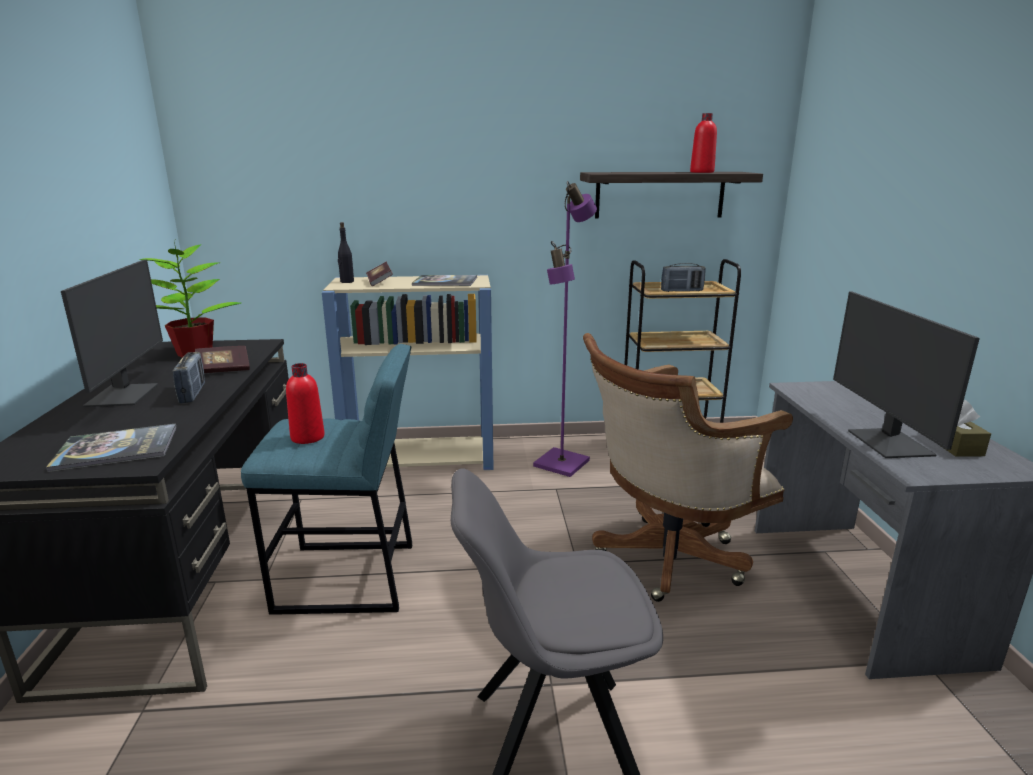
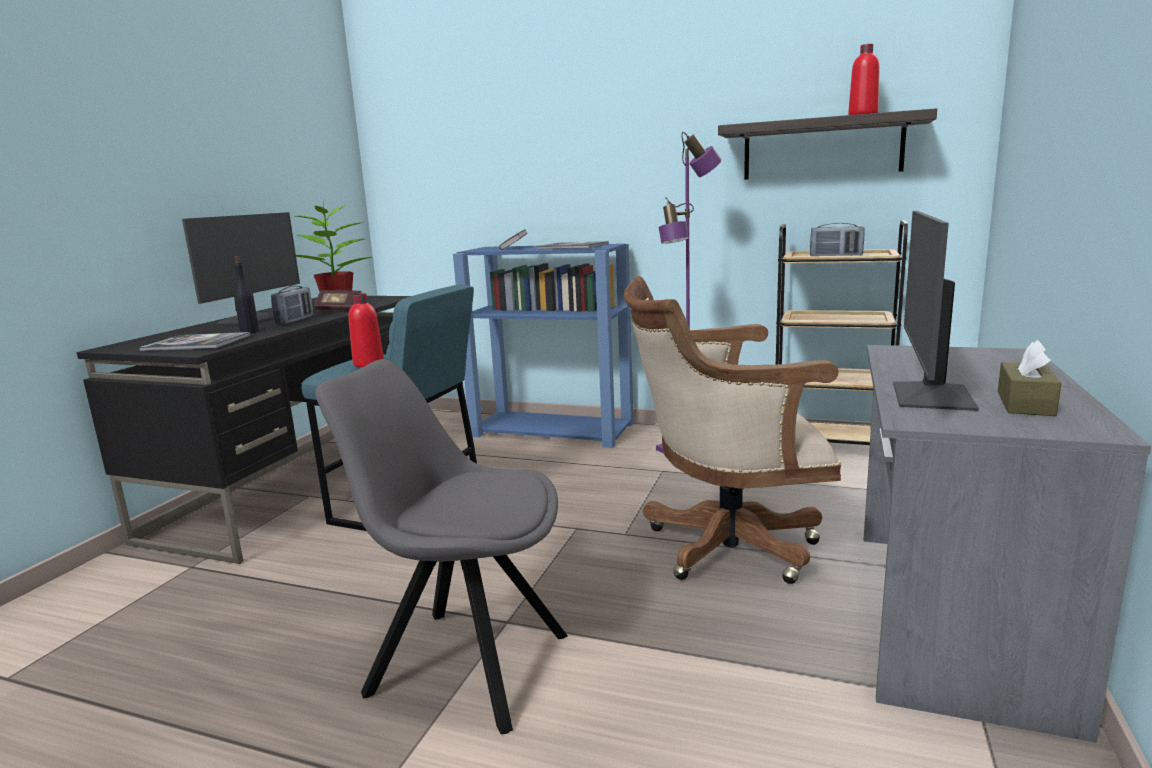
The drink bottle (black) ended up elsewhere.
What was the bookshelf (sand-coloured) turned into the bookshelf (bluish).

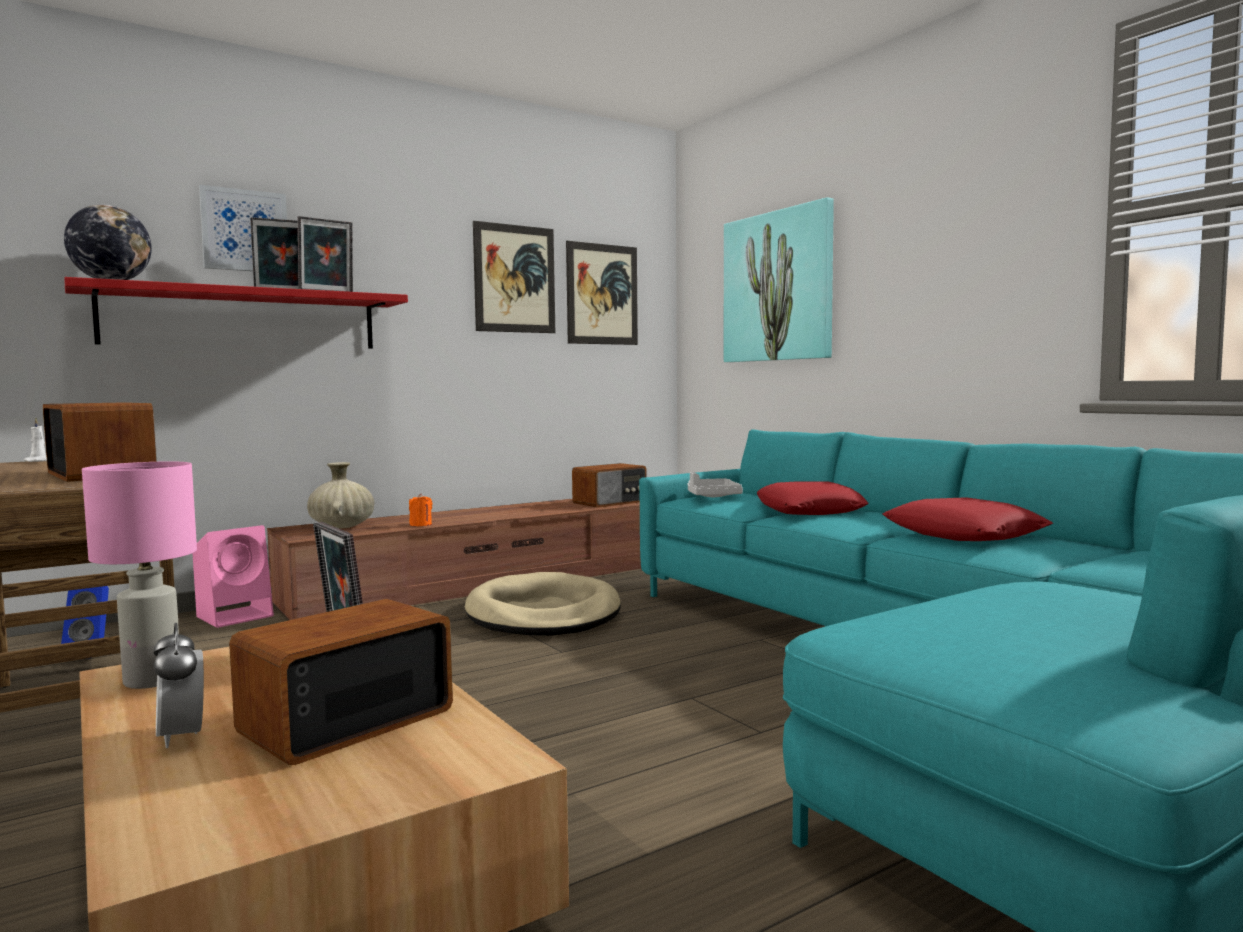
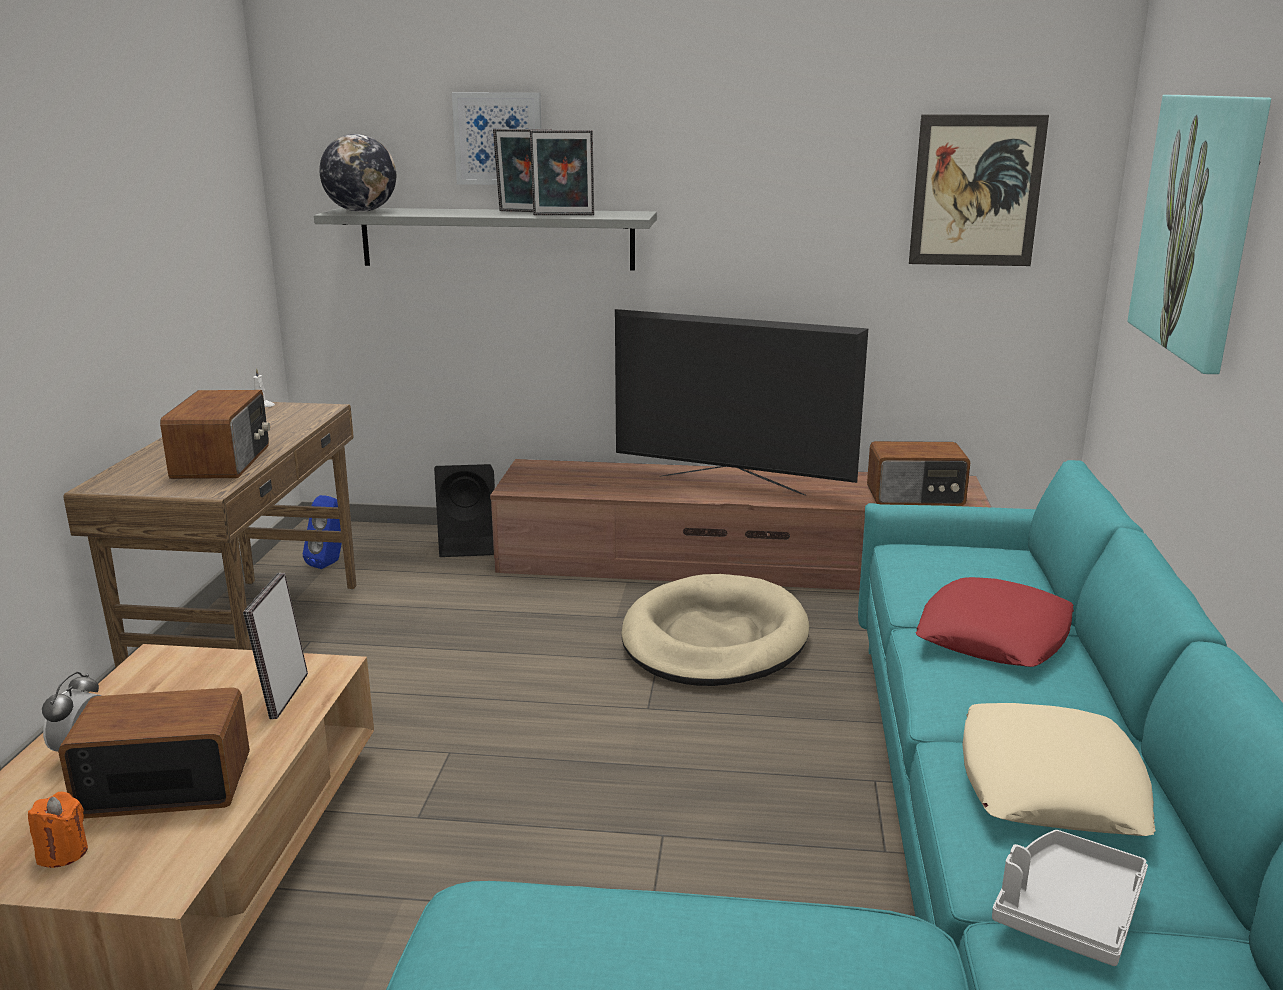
The candle (orange-coloured) ended up elsewhere.
What was the shelf (reddish) turned into the shelf (gray).
What was the speaker (pink-coloured) turned into the speaker (black).
The second view gained the TV.
What was the pillow (reddish) (no. 2 from left) turned into the pillow (sand-coloured).
The serving tray (gray) ended up elsewhere.
The second view lost the table lamp (pink-coloured).
The second view lost the vase (sand-coloured).
The second view lost the picture (no. 2 from left).

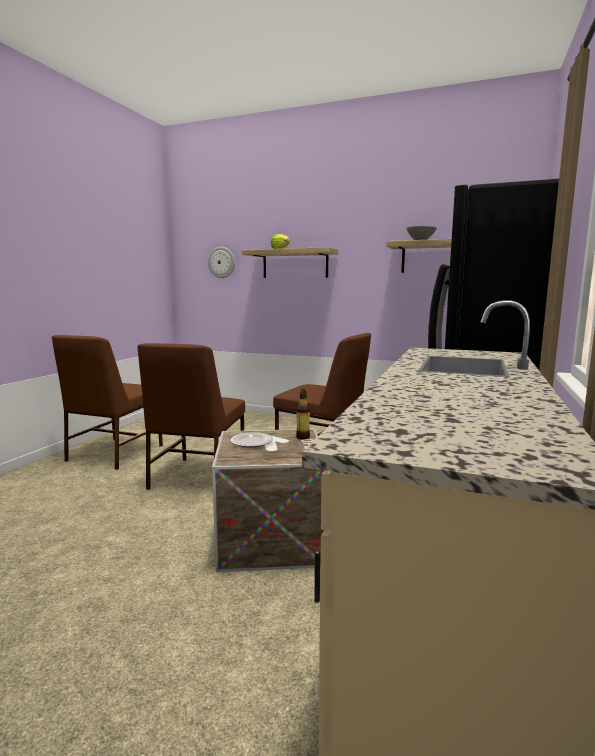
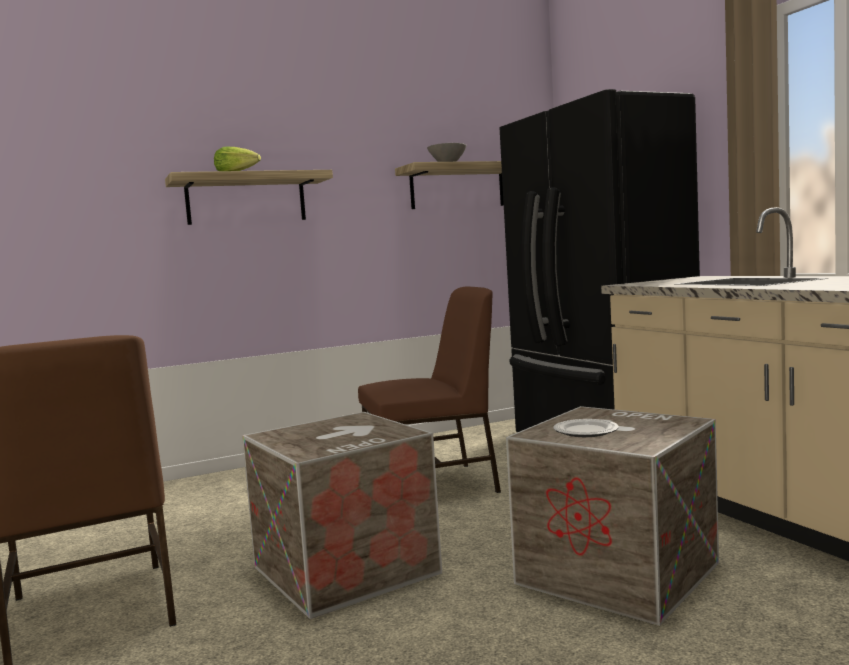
Where the upright chair (brown-coloured) (no. 2 from left) stood, the crate (no. 1 from left) came to stand.
The second view lost the wall clock.
The second view lost the drink bottle.

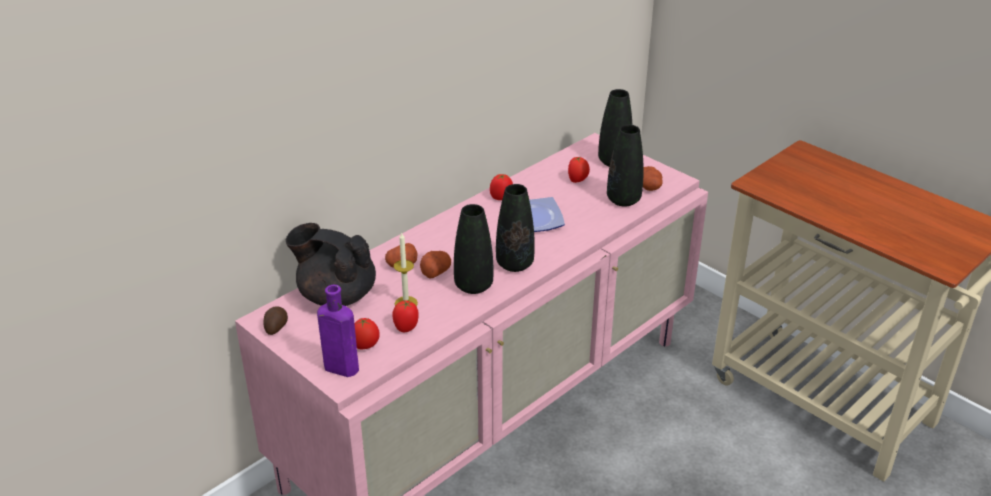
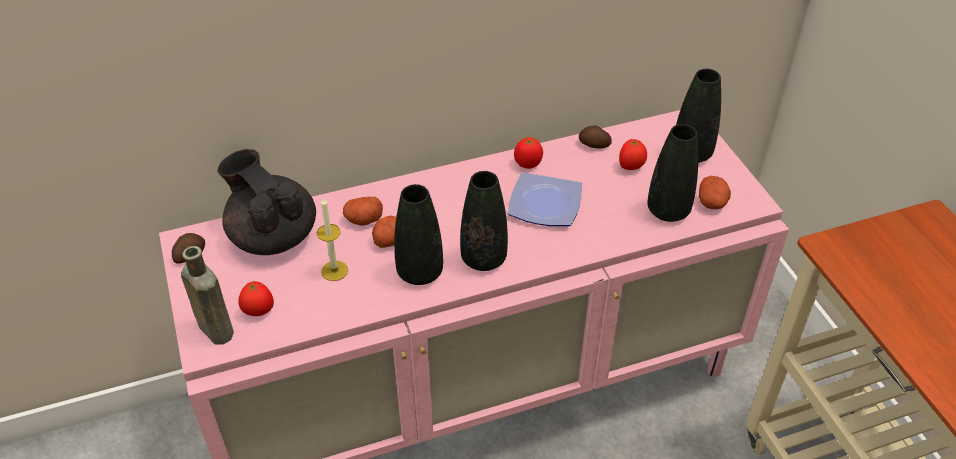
What was the drink bottle (purple) turned into the drink bottle (brown-coloured).
The second view gained the potato (no. 4 from left).
The second view lost the tomato (no. 2 from left).

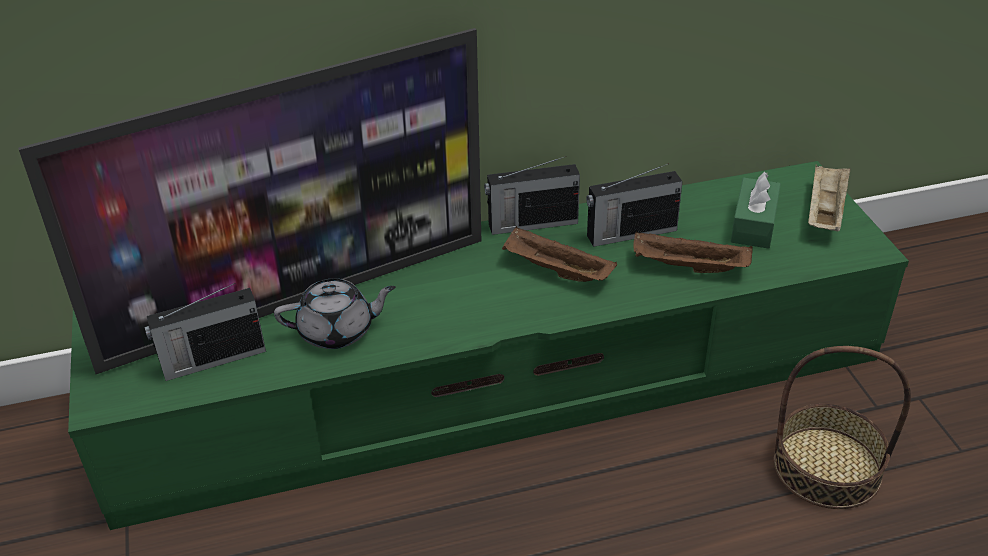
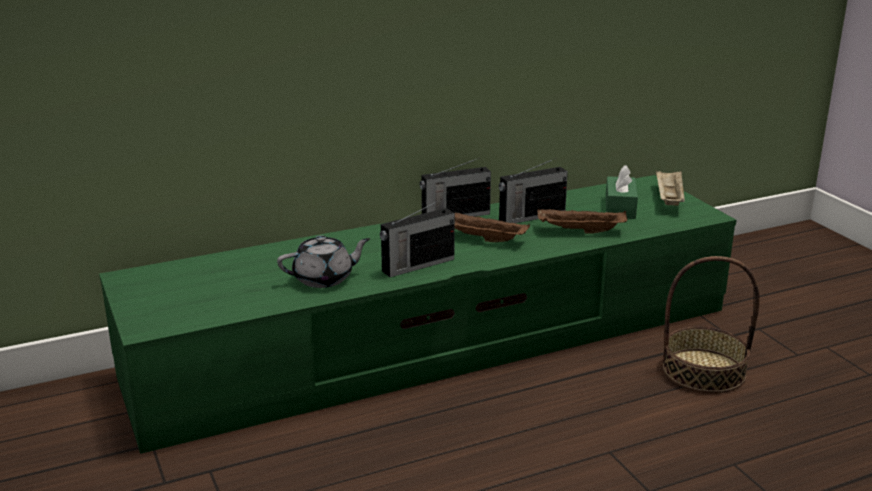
The radio (no. 1 from left) ended up elsewhere.
The second view lost the TV.

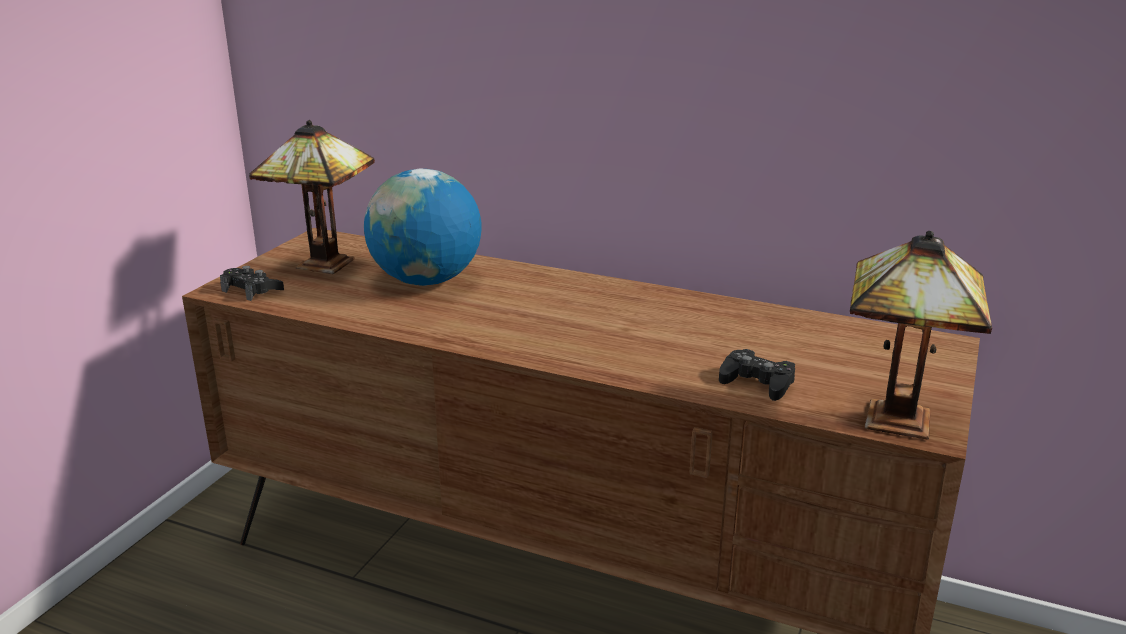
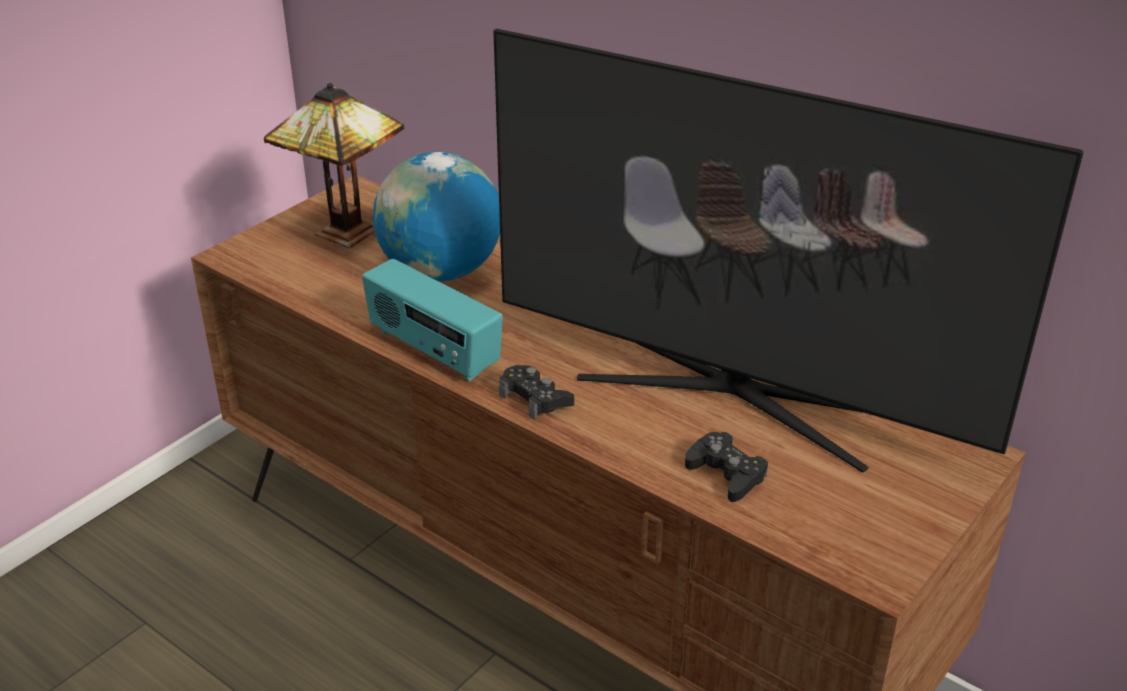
The second view gained the radio.
The second view gained the TV.
The game controller (black) (no. 1 from left) ended up elsewhere.
The second view lost the table lamp (no. 2 from left).

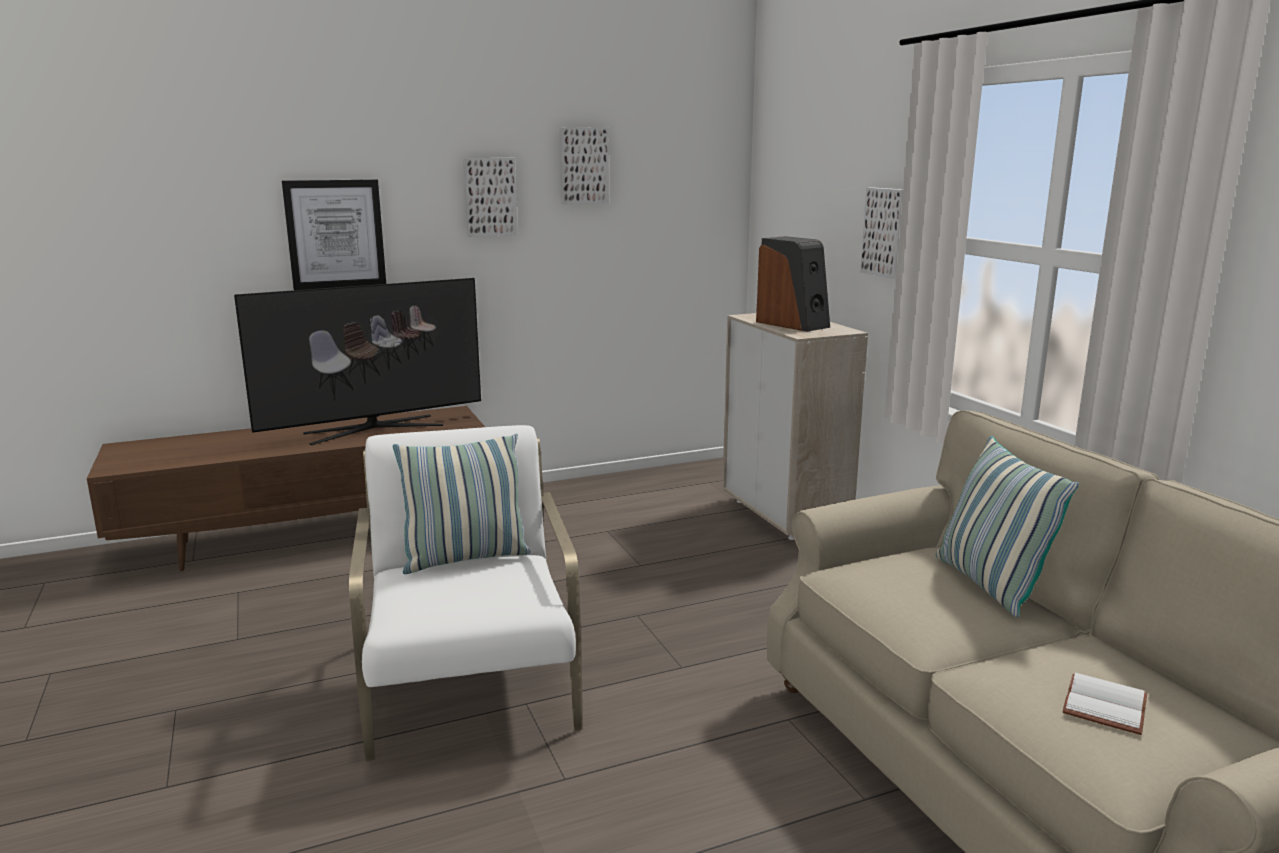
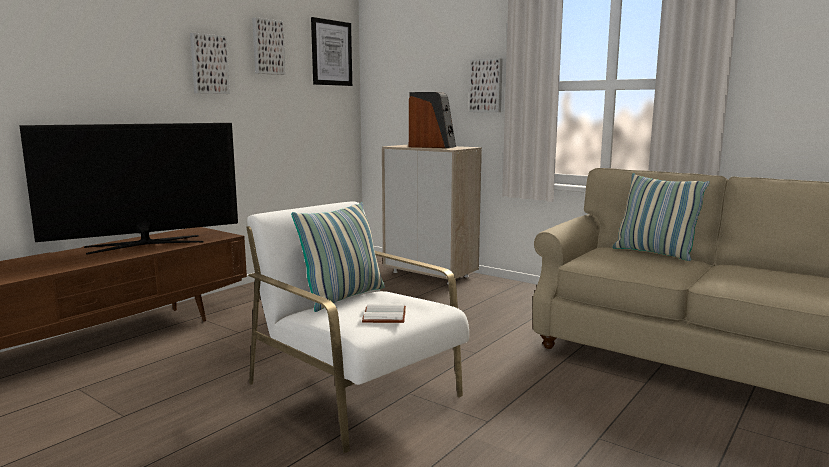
The TV ended up facing another way, 150 degrees counterclockwise from before.
The picture (no. 1 from left in the first image) ended up elsewhere.
The volume (whitish) ended up elsewhere.

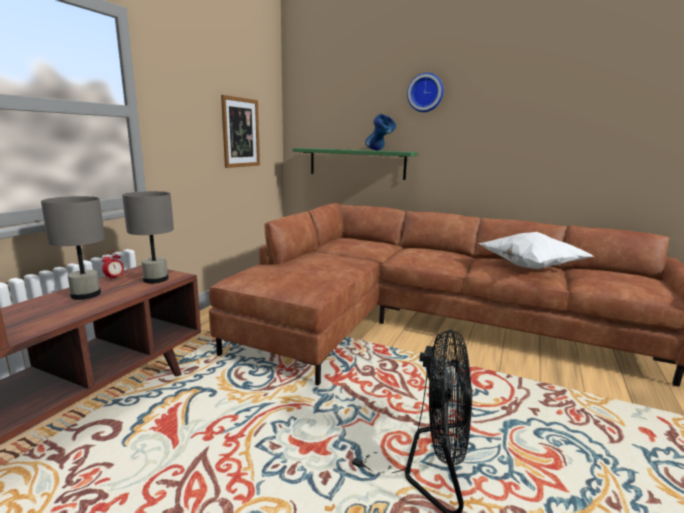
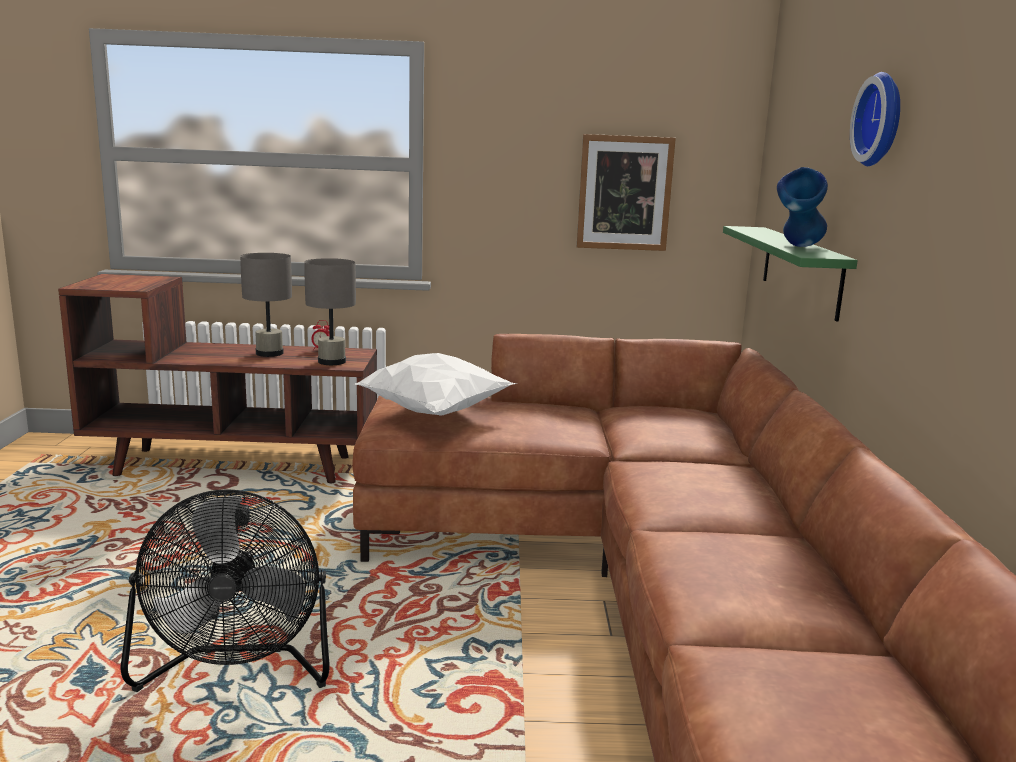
The pillow (whitish) ended up elsewhere.

